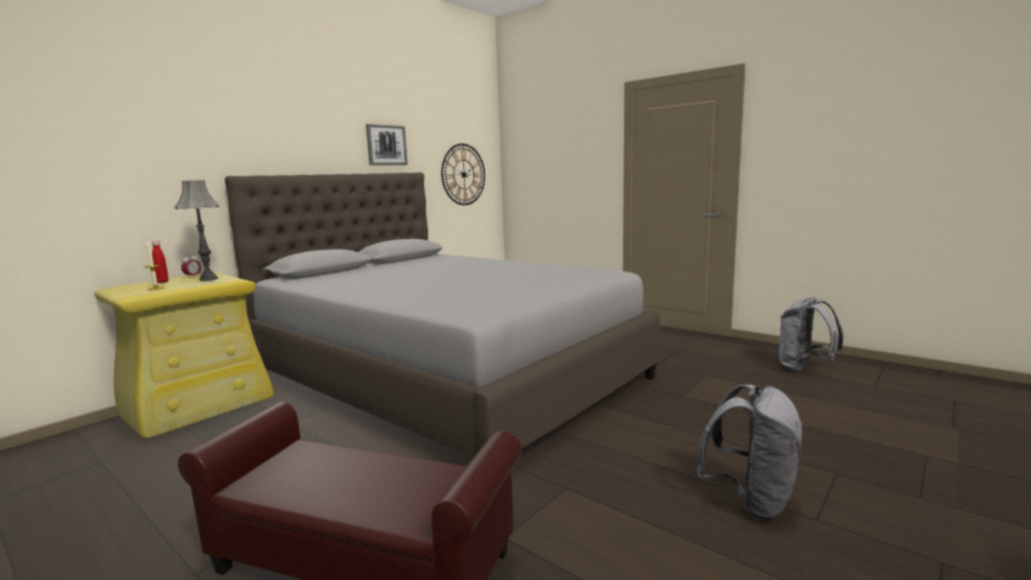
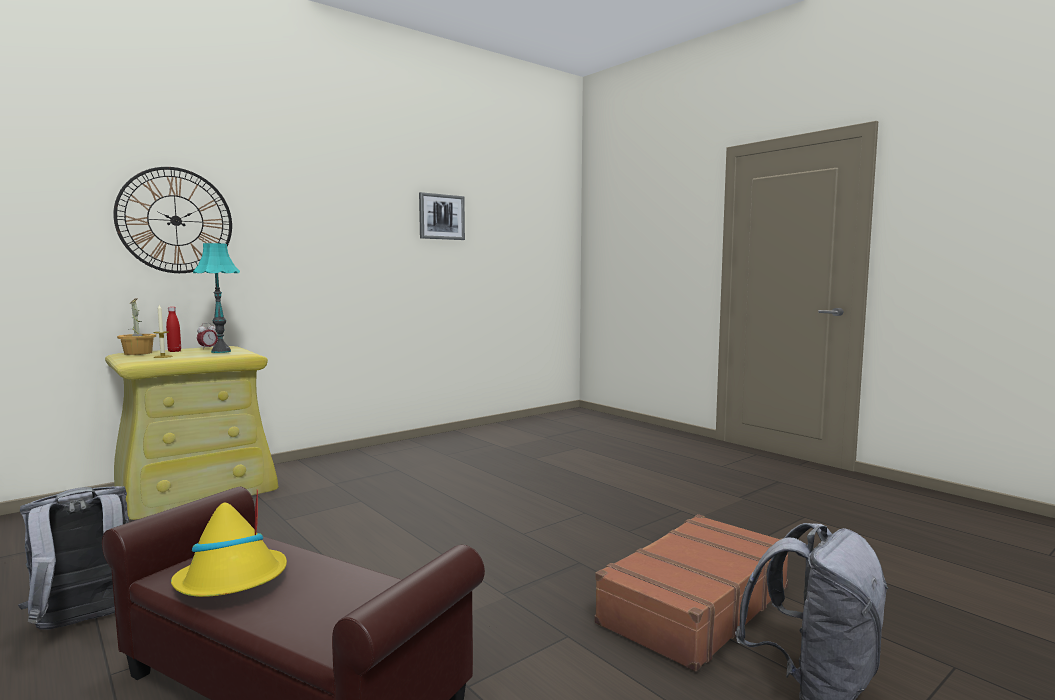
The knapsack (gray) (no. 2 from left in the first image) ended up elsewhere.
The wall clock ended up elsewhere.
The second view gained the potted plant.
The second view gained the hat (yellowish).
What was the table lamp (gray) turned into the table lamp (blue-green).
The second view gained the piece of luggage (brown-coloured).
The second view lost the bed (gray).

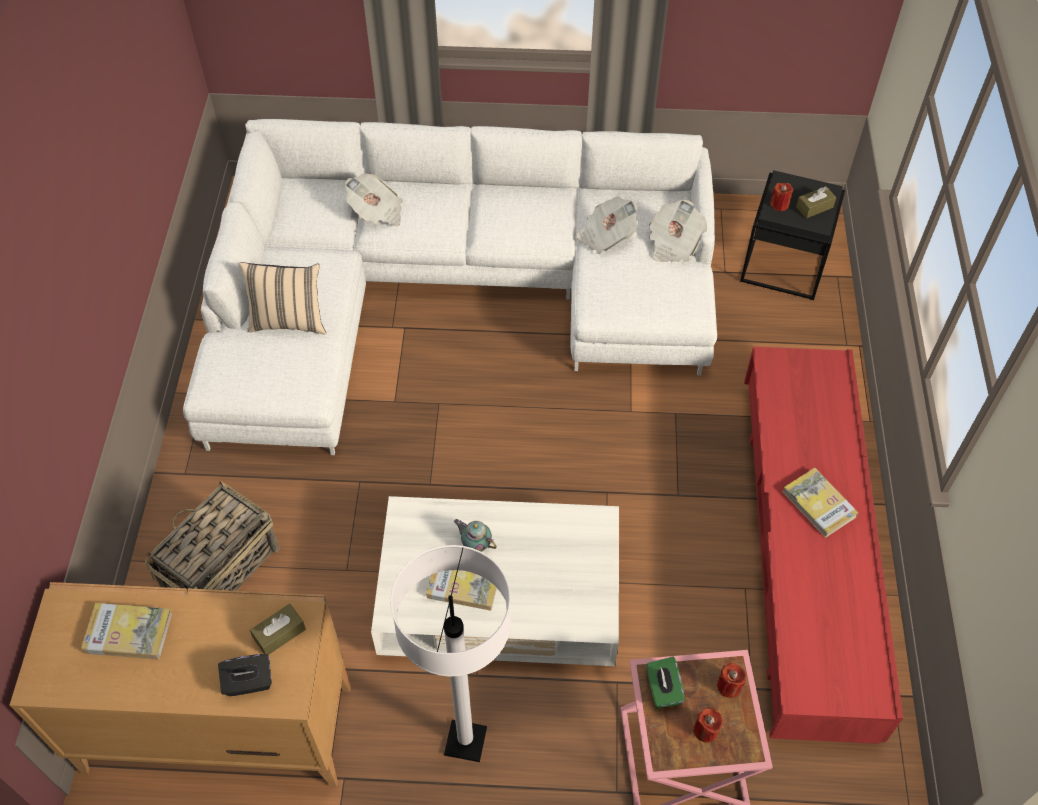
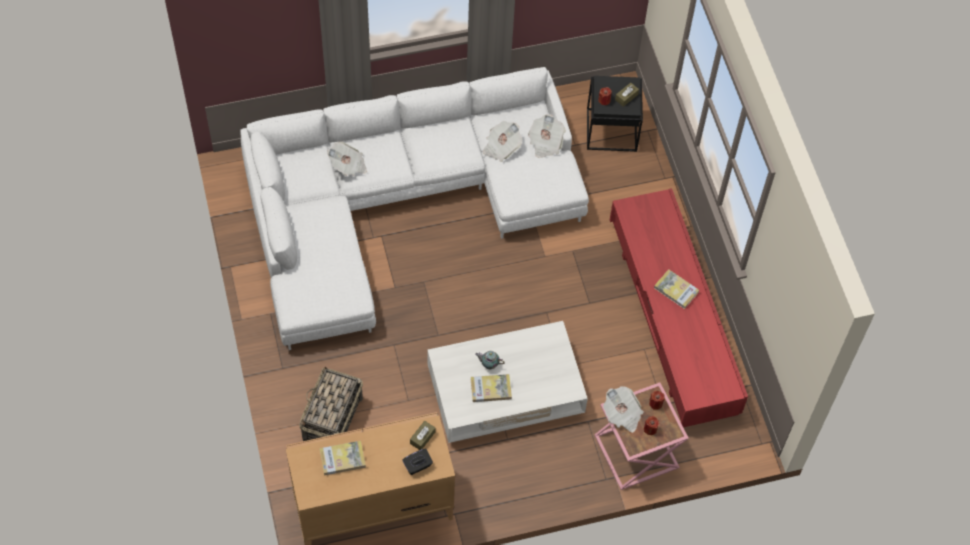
Where the box of tissues (green) stood, the printed paper (no. 4 from left) came to stand.
The second view lost the pillow (sand-coloured).
The second view lost the floor lamp (whitish).

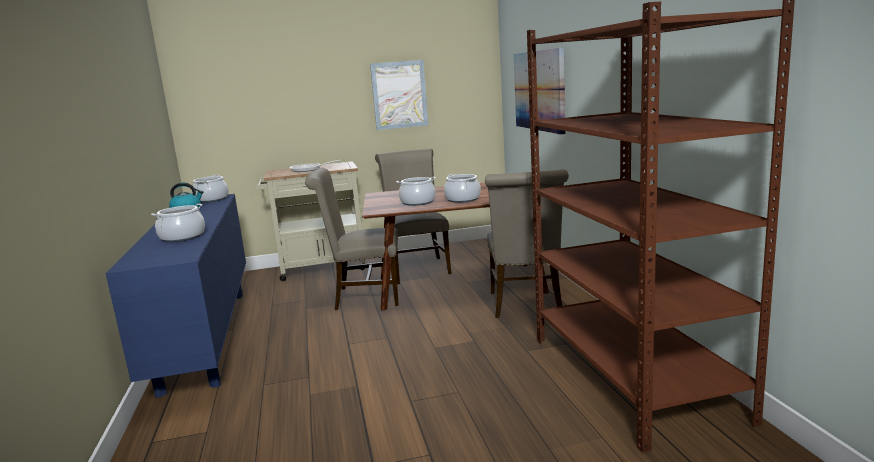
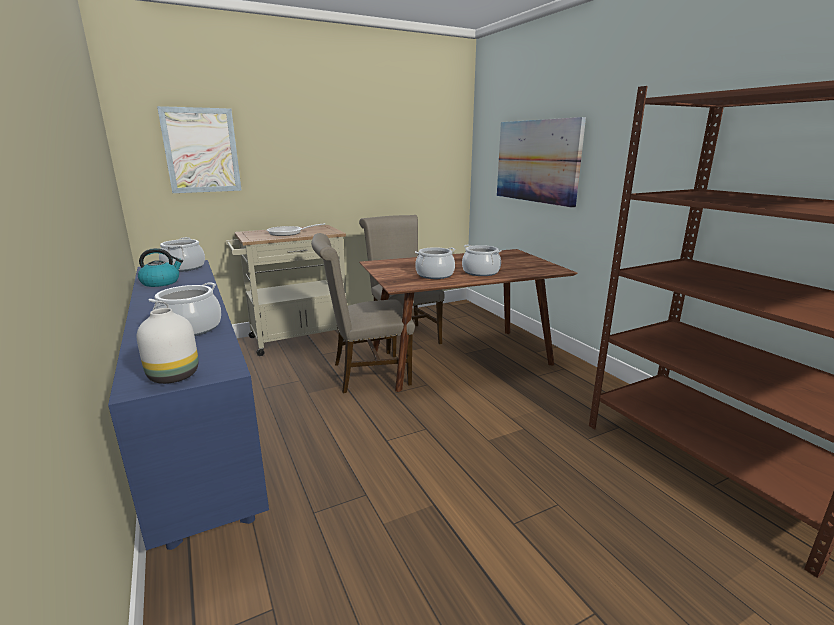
The second view gained the vase (whitish).
The picture (no. 1 from left) ended up elsewhere.
The second view lost the upright chair (sand-coloured) (no. 3 from left).

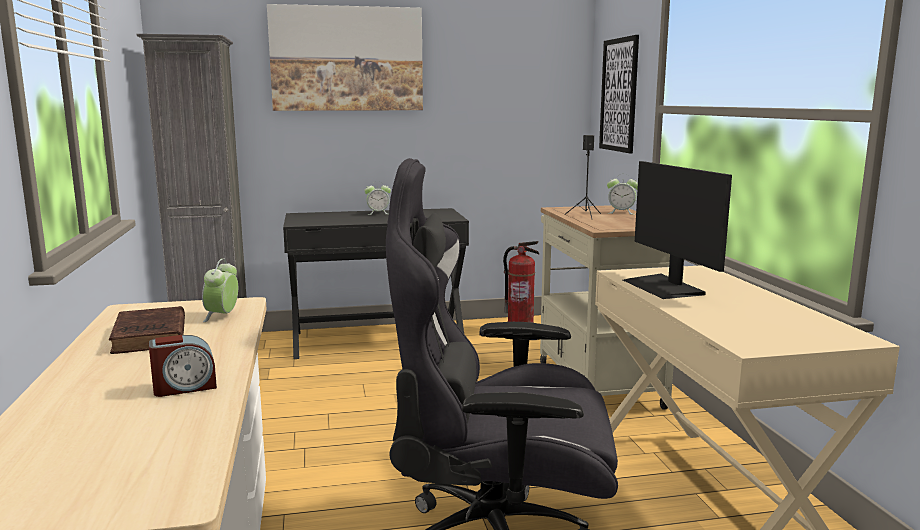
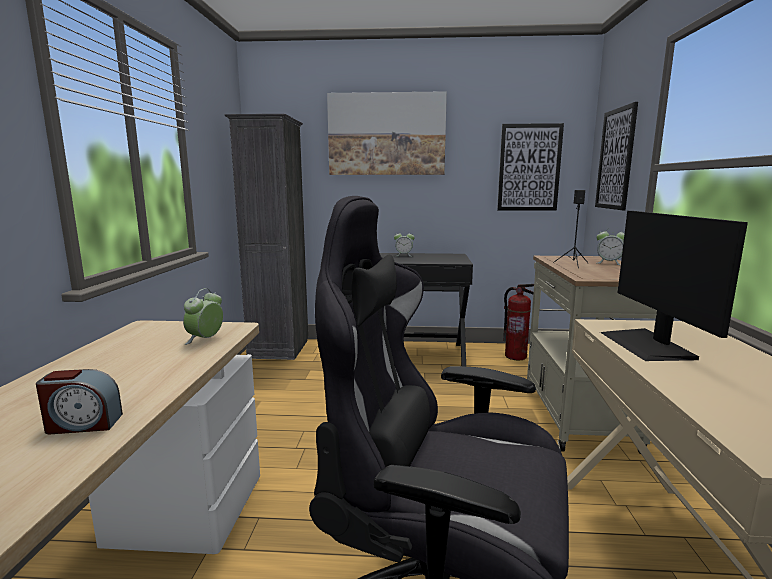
The second view gained the picture (no. 2 from left).
The second view lost the volume (brown-coloured).

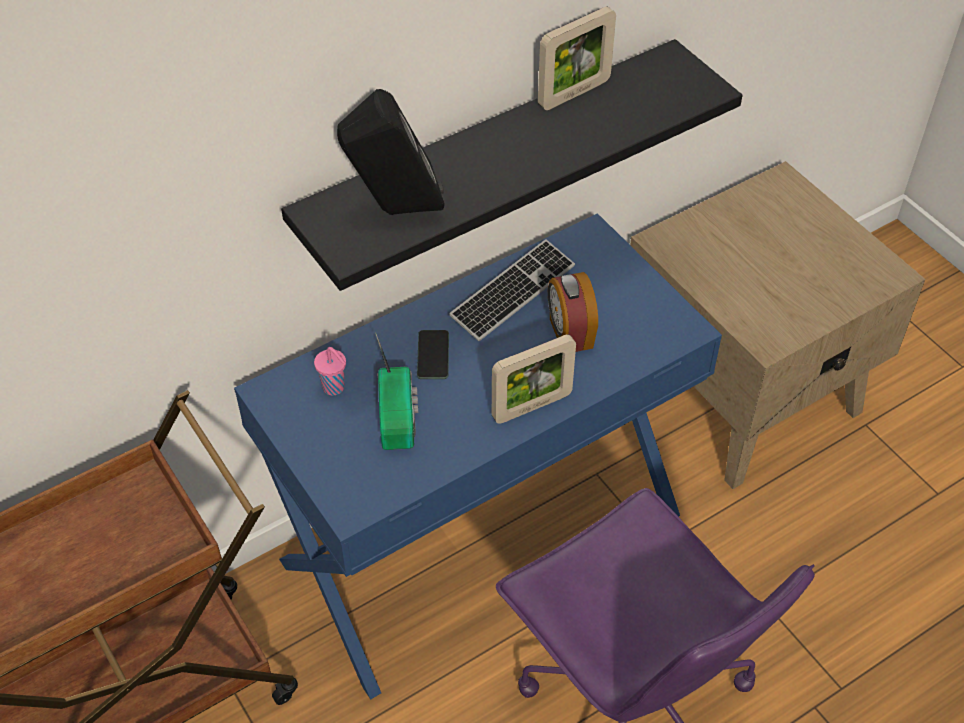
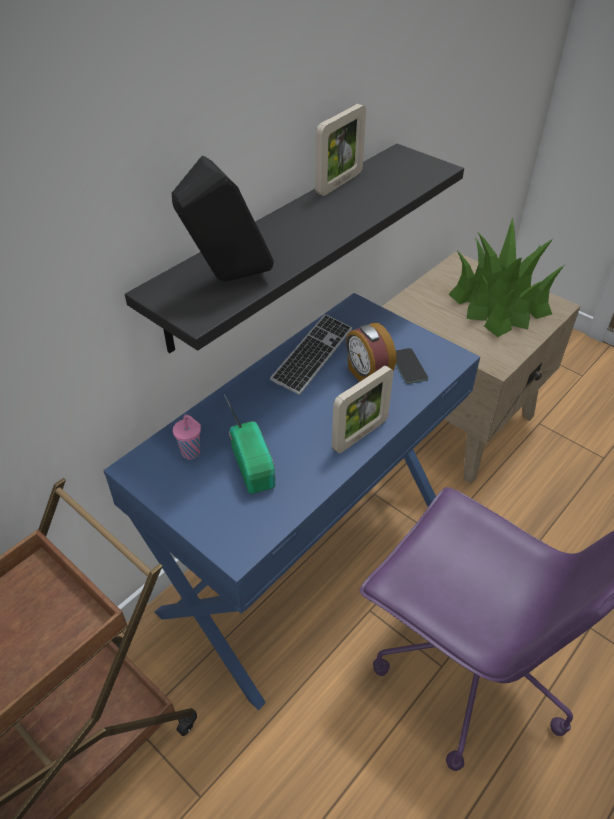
The telephone ended up elsewhere.
The second view gained the potted plant.

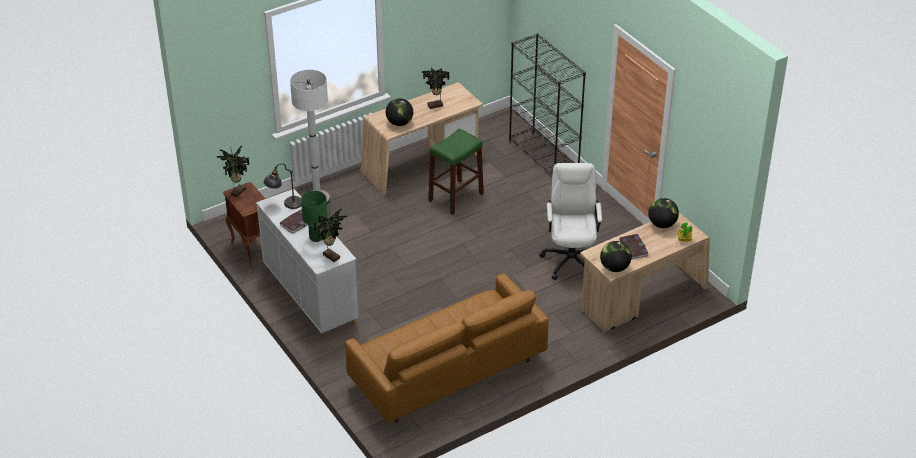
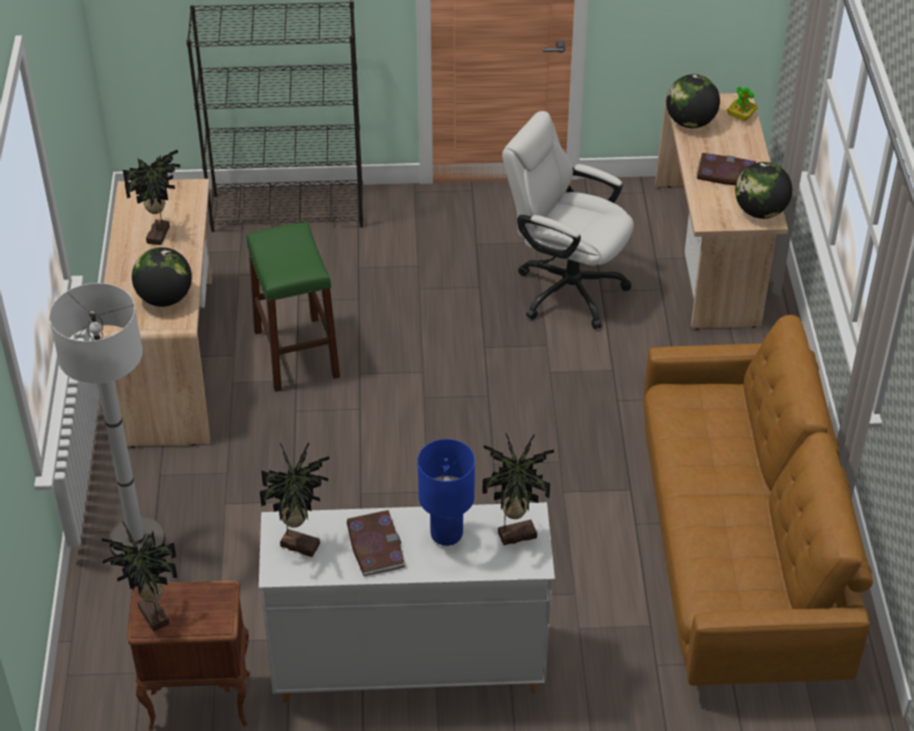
Where the table lamp (gray) stood, the potted plant (no. 3 from left) came to stand.
What was the table lamp (green) turned into the table lamp (bluish).

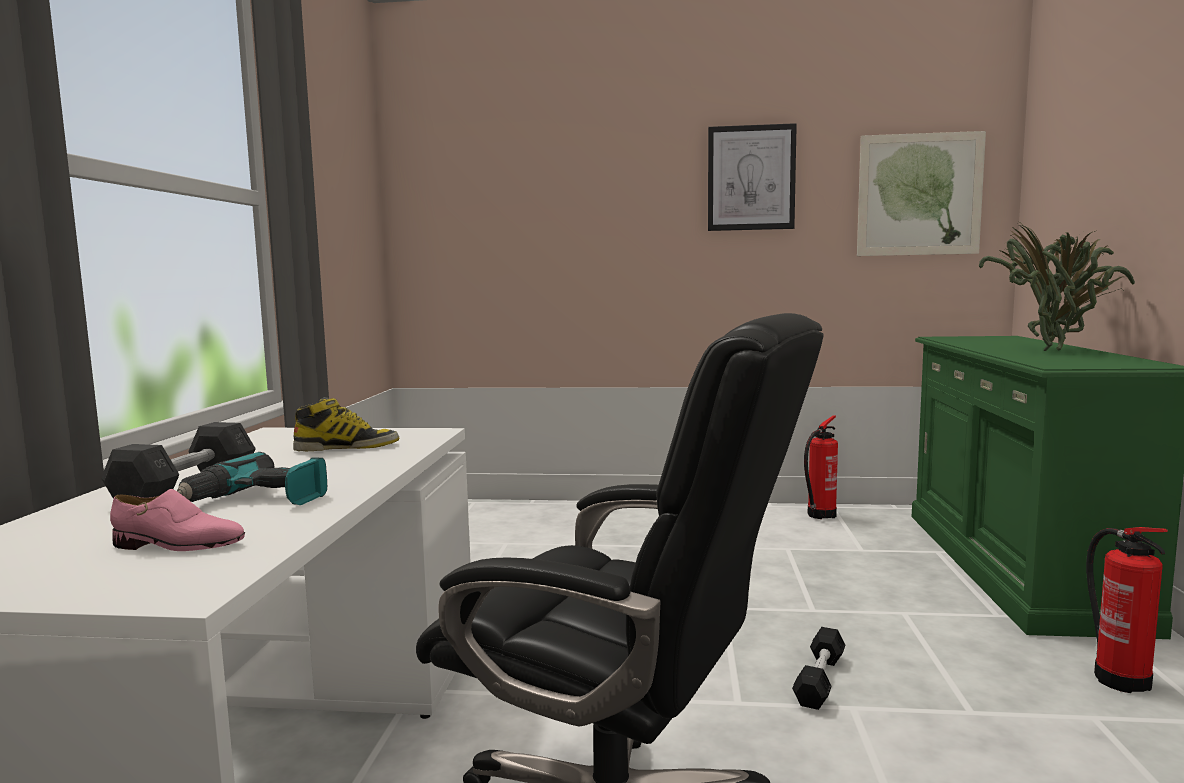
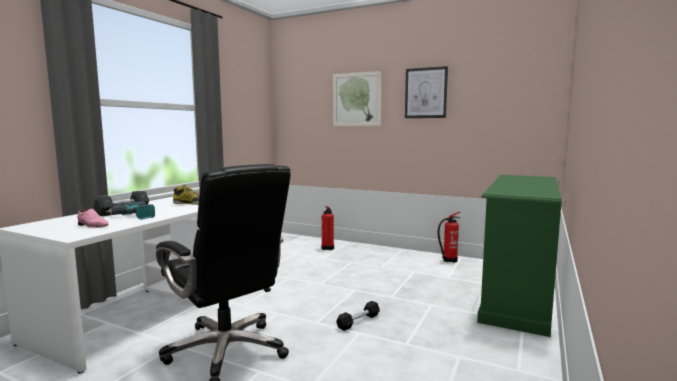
The extinguisher (no. 2 from left in the first image) ended up elsewhere.
The picture (no. 2 from left in the first image) ended up elsewhere.
The second view lost the potted plant.

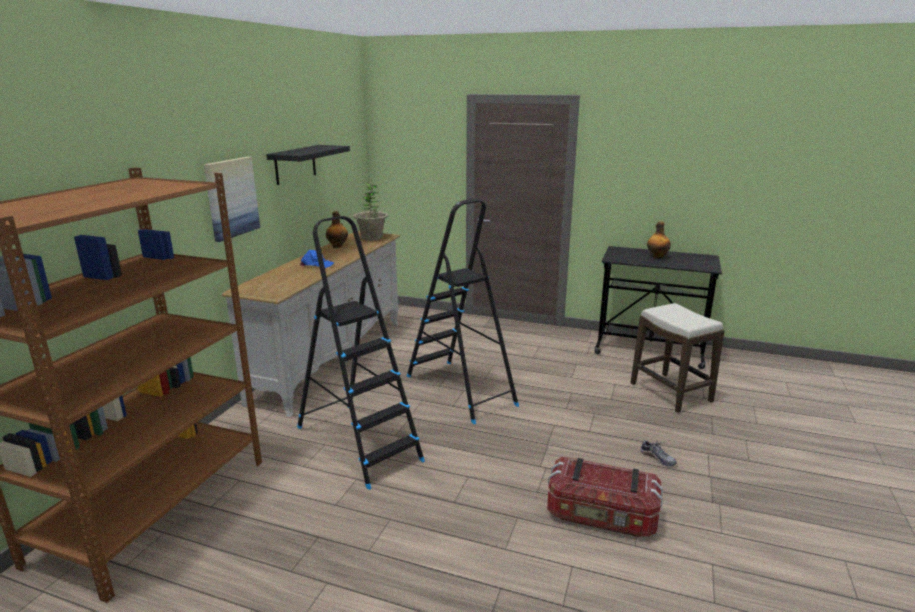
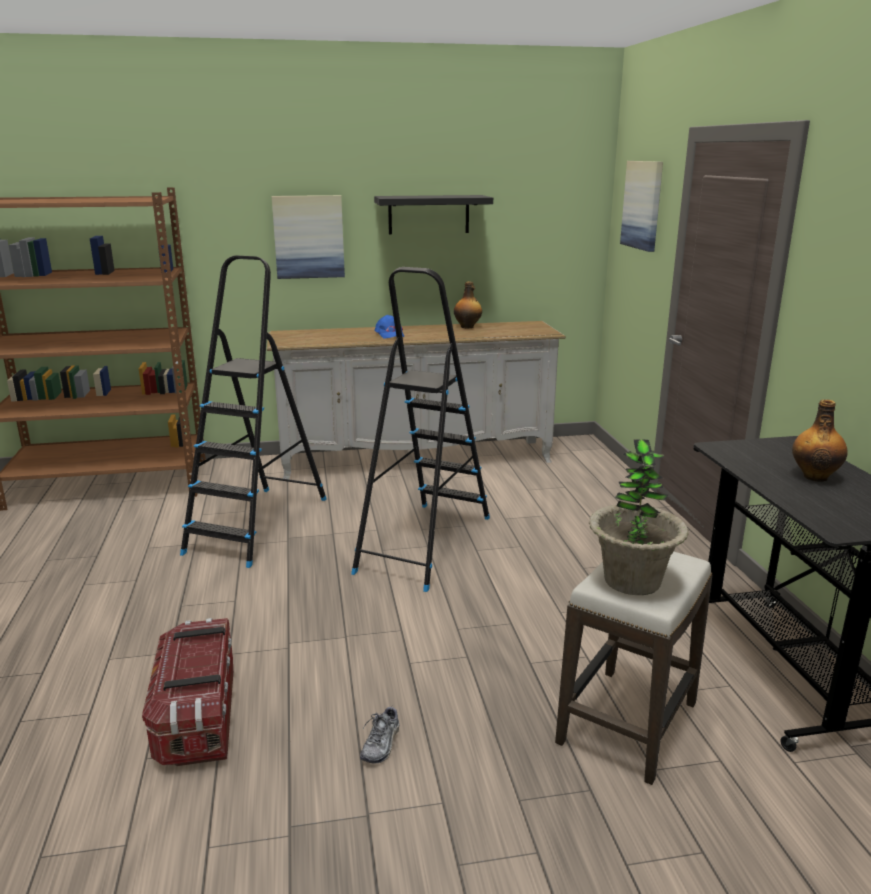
The potted plant ended up elsewhere.
The second view gained the picture (no. 2 from left).

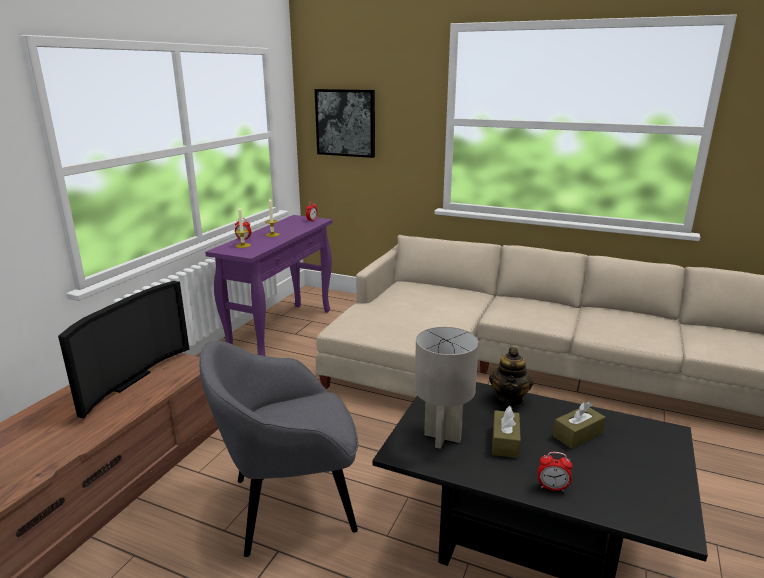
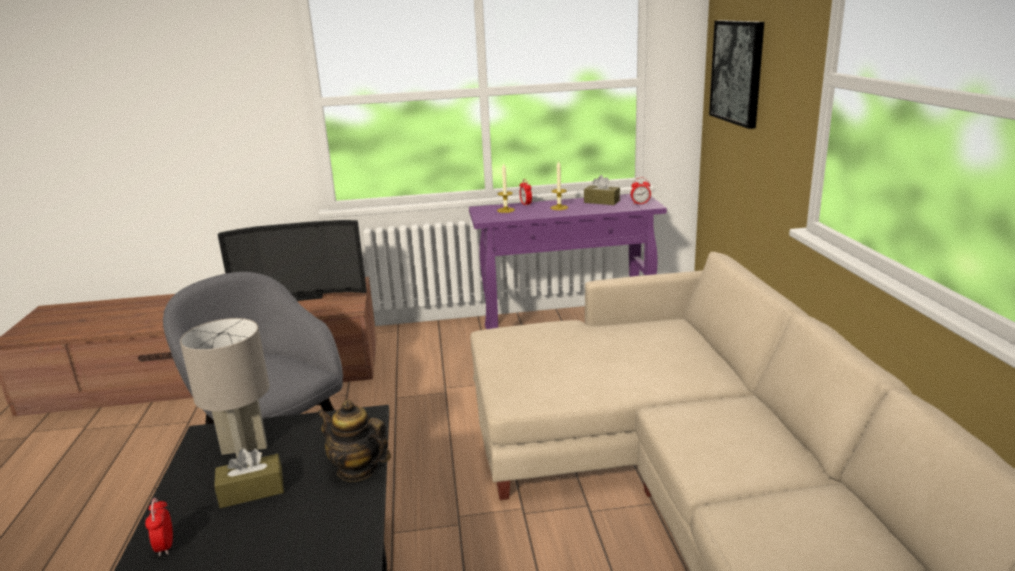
The pot for tea ended up facing another way, 45 degrees clockwise from before.
The box of tissues (brown-coloured) (no. 2 from left) ended up elsewhere.

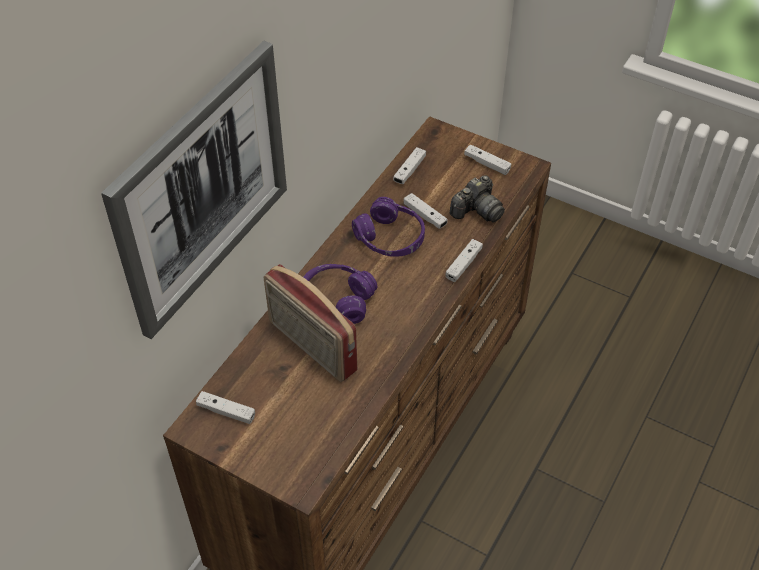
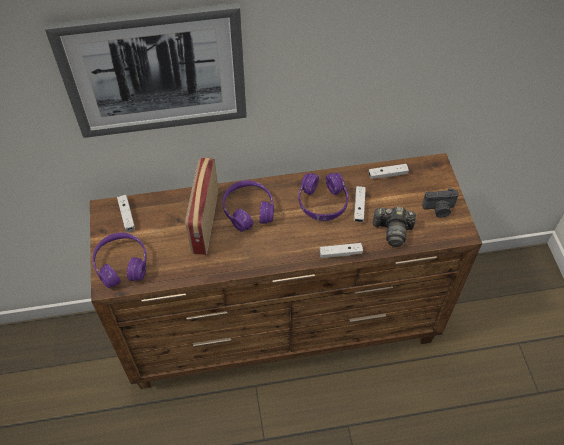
The second view gained the headphones (purple) (no. 1 from left).
Where the game controller (whitish) (no. 5 from left) stood, the photo camera (no. 2 from left) came to stand.

